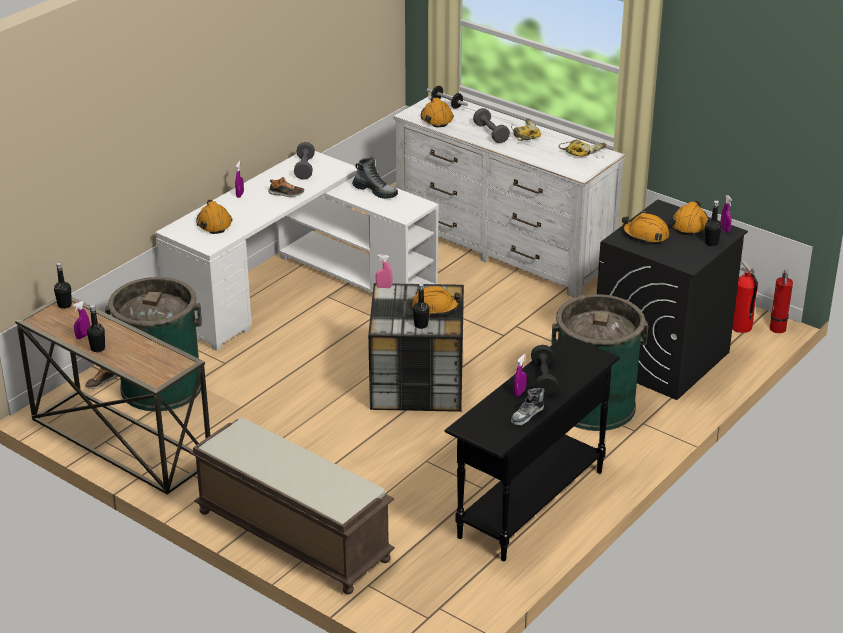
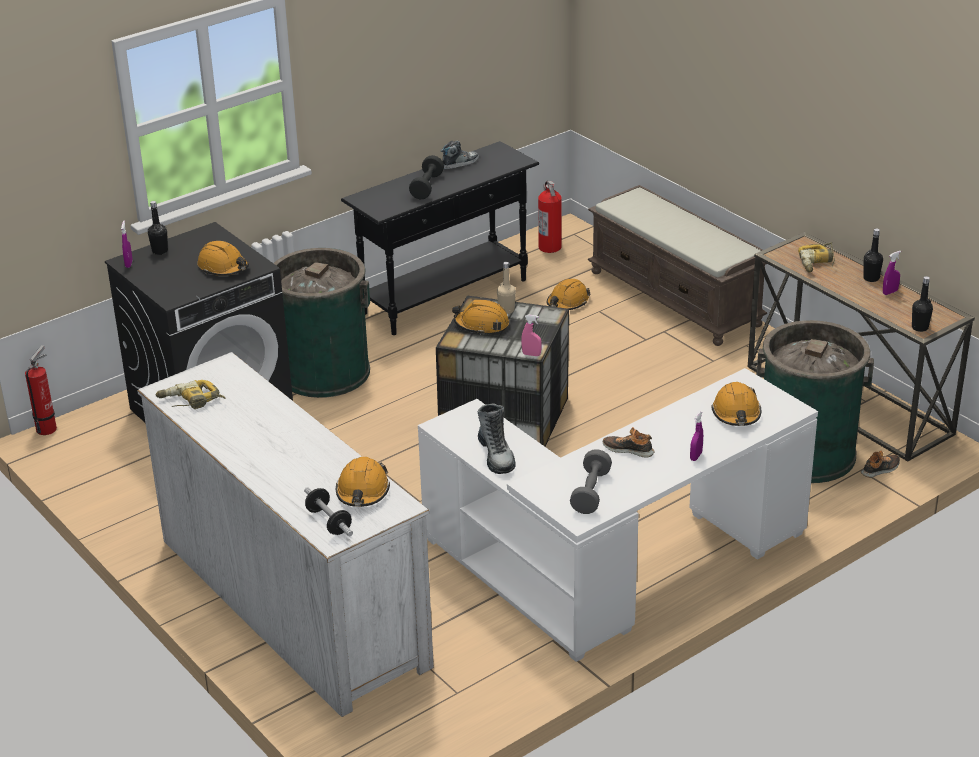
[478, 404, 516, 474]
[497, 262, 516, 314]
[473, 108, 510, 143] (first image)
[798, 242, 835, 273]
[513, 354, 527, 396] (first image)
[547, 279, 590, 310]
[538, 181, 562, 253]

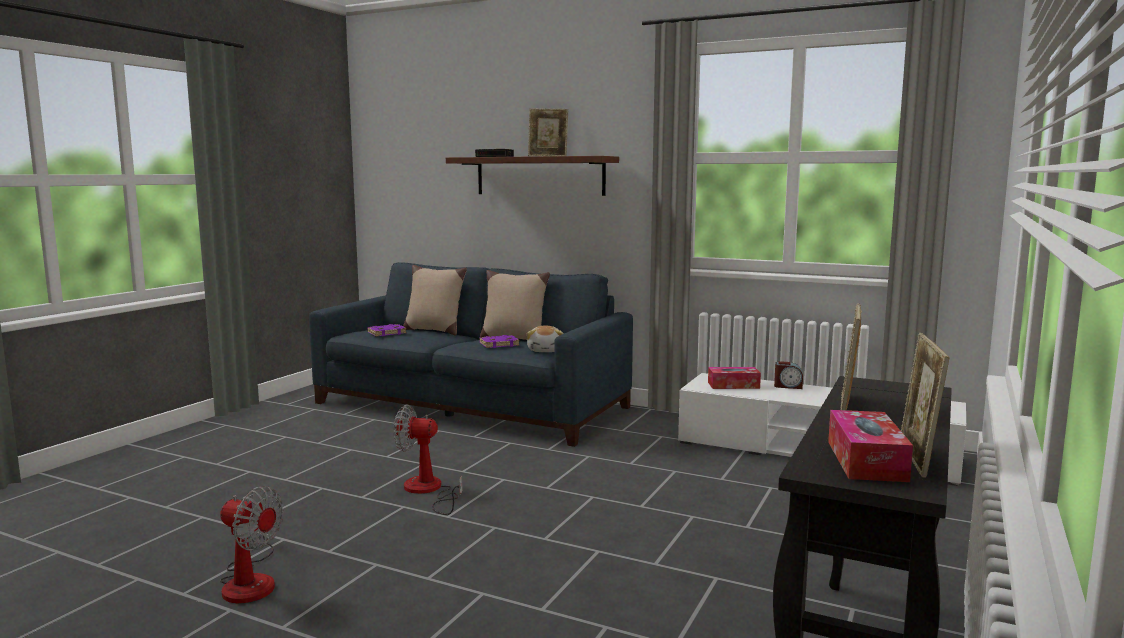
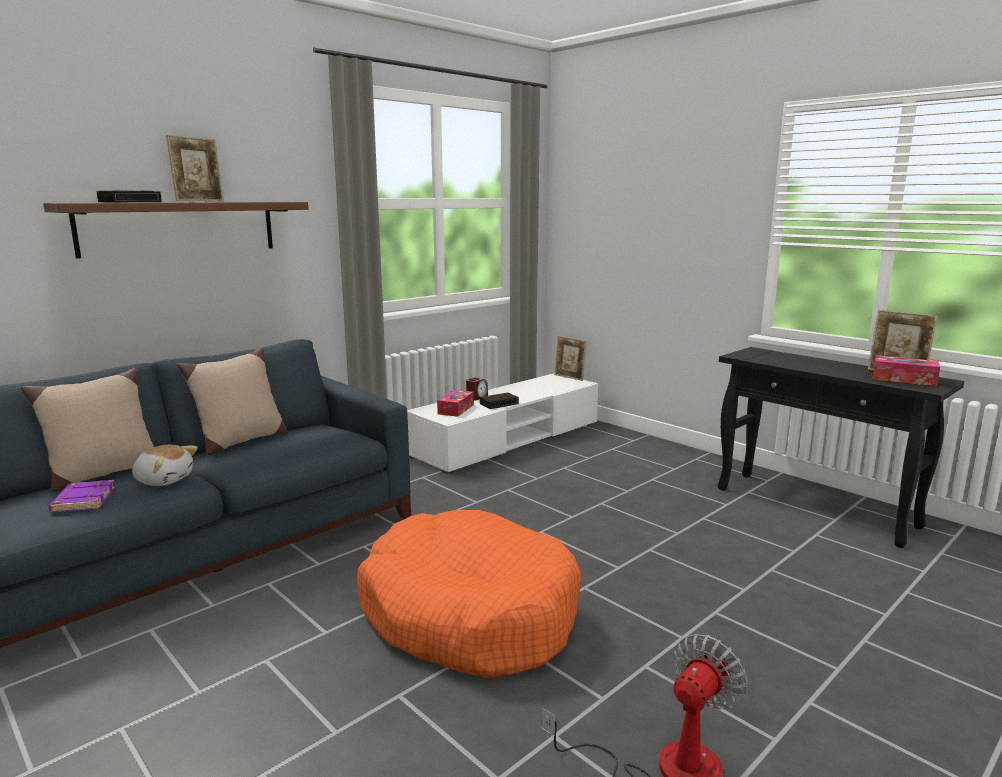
[357, 510, 581, 679]
[479, 335, 520, 348] (first image)
[132, 445, 198, 486]
[554, 336, 587, 381]
[480, 393, 519, 409]

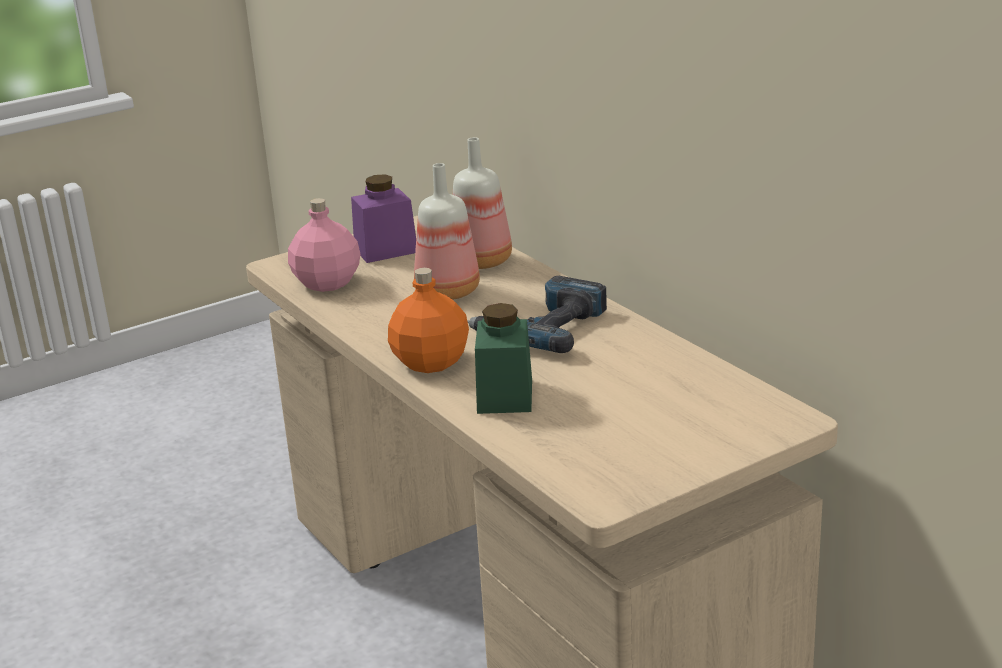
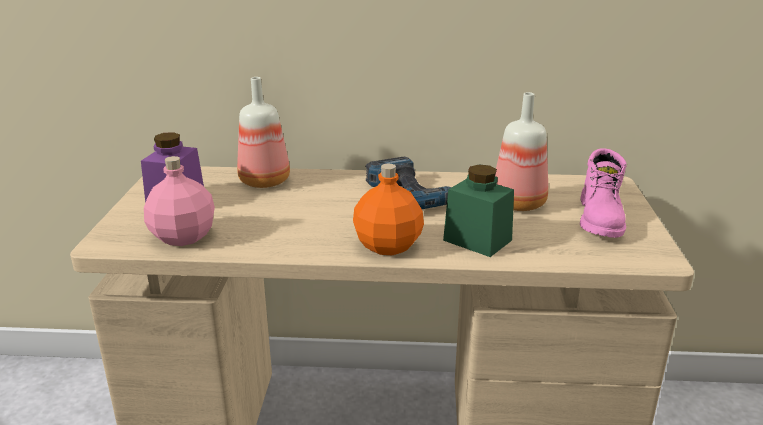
[495, 92, 548, 211]
[580, 148, 627, 238]

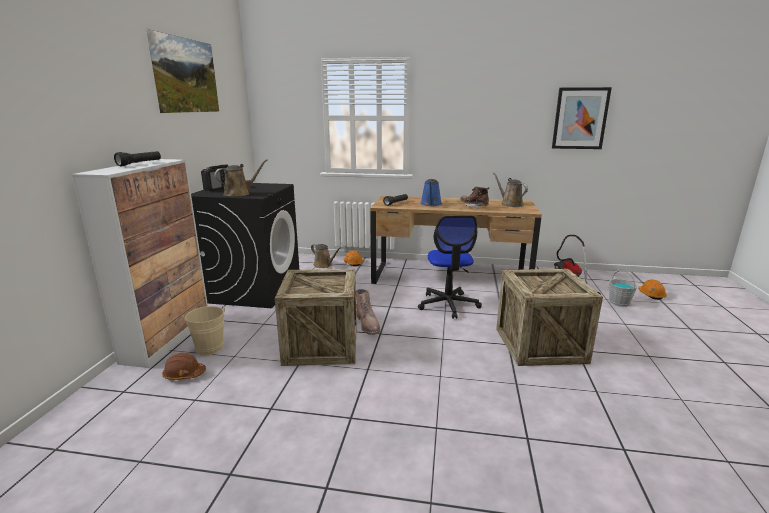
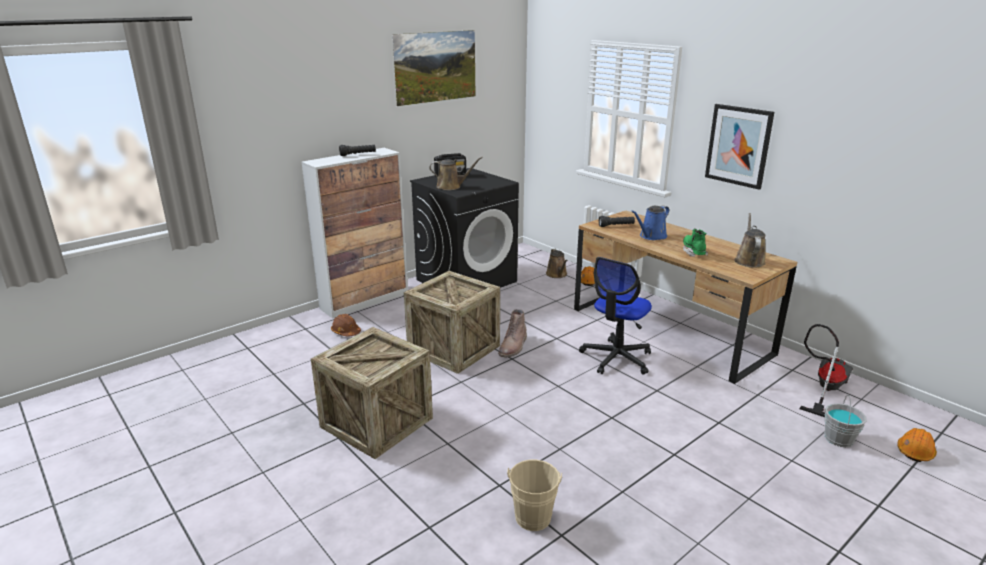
[507, 460, 562, 531]
[683, 228, 708, 257]
[311, 327, 433, 459]
[705, 104, 774, 190]

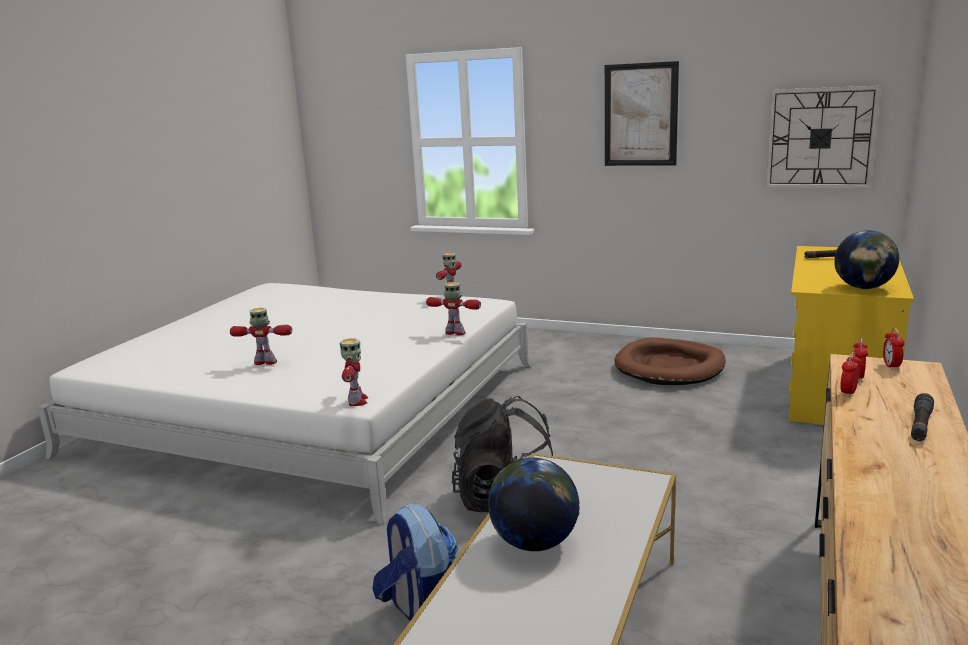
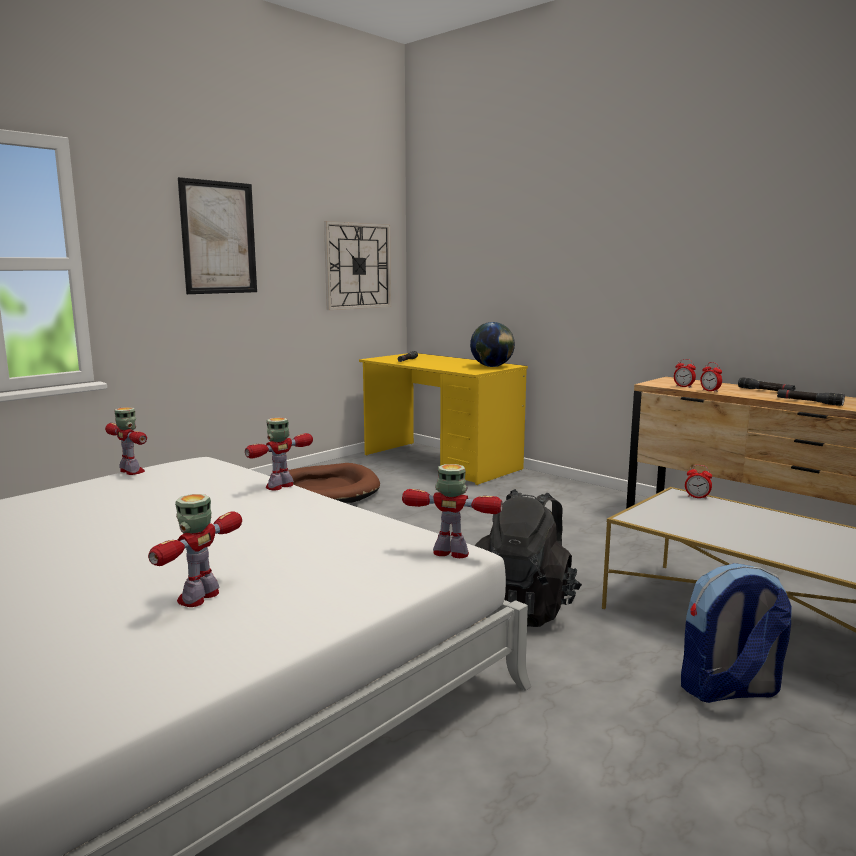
[488, 458, 580, 551] (first image)
[685, 465, 712, 500]
[777, 389, 845, 406]

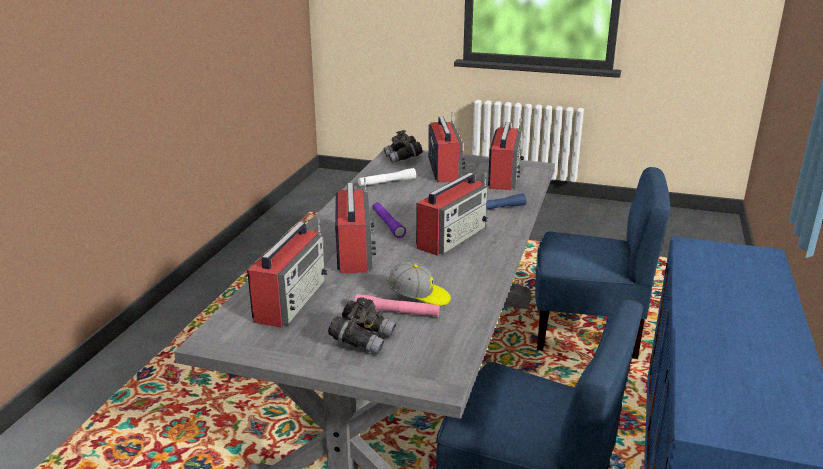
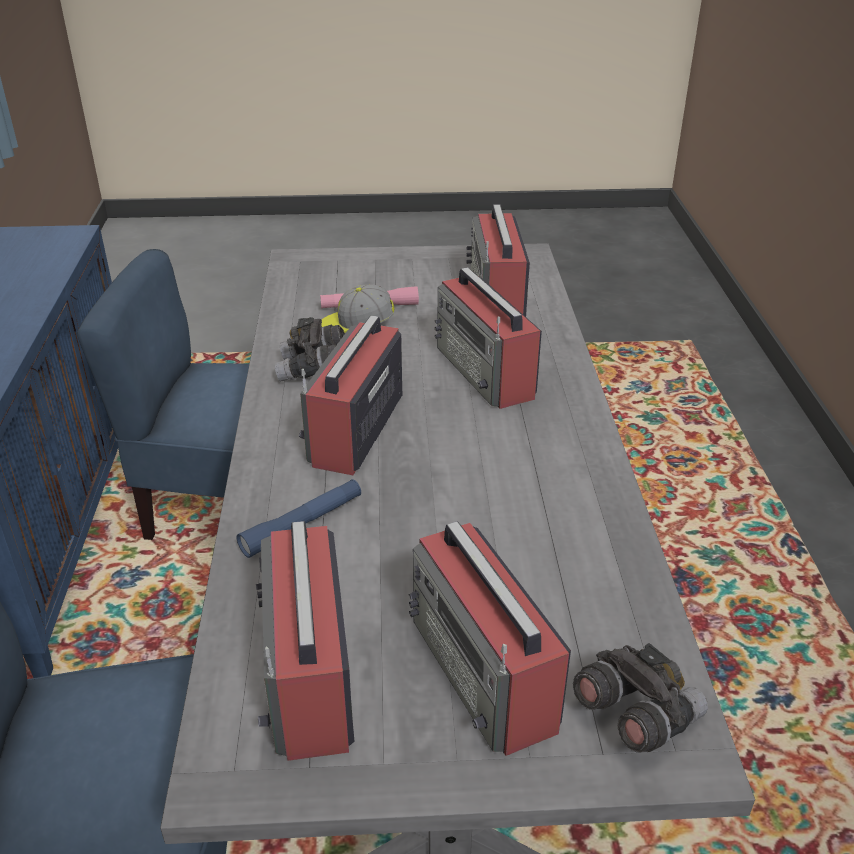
[275, 317, 345, 381]
[358, 168, 416, 186] (first image)
[372, 202, 406, 238] (first image)

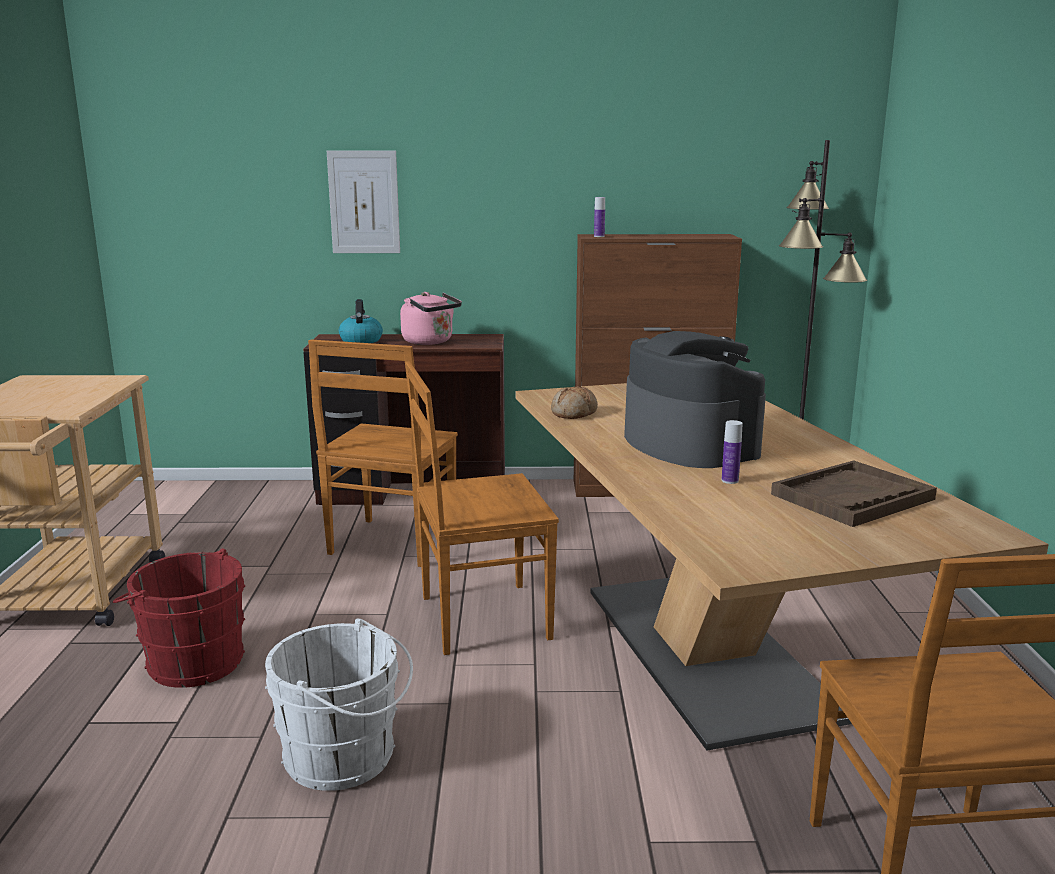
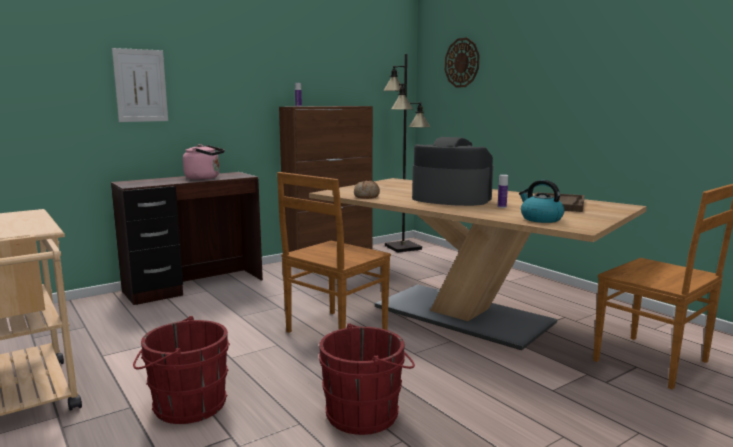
[319, 323, 415, 435]
[308, 339, 458, 567] (first image)
[519, 180, 564, 223]
[445, 38, 480, 87]

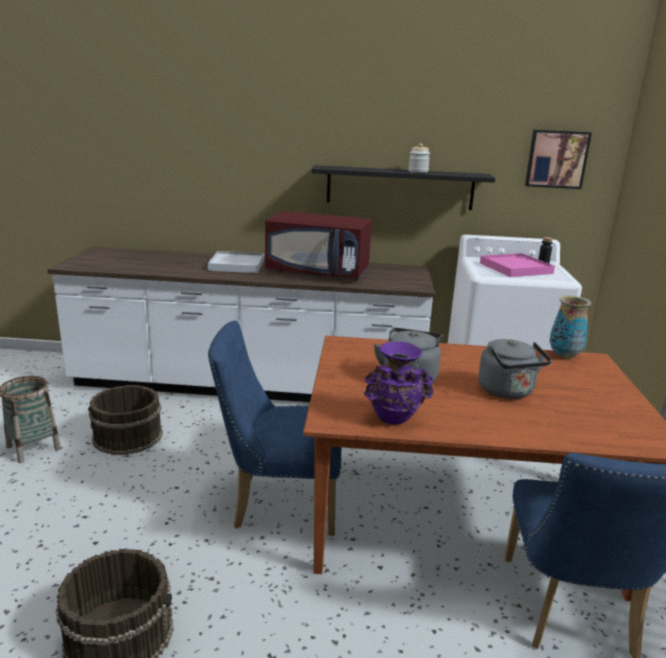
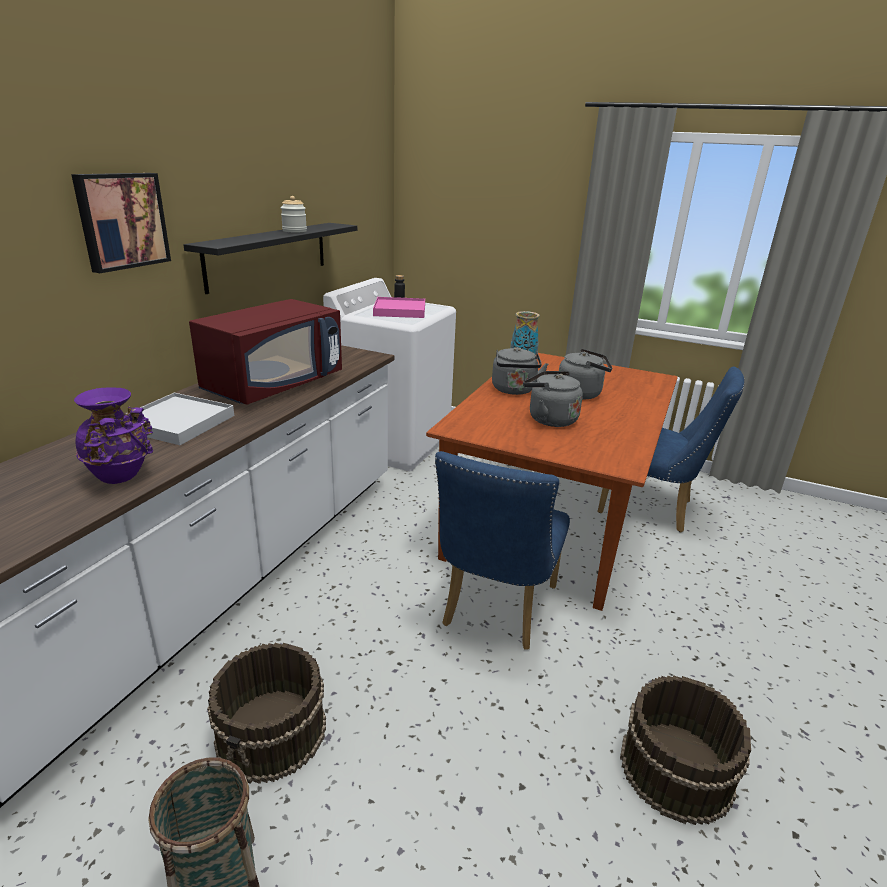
[74, 387, 153, 484]
[71, 173, 171, 273]
[492, 347, 548, 395]

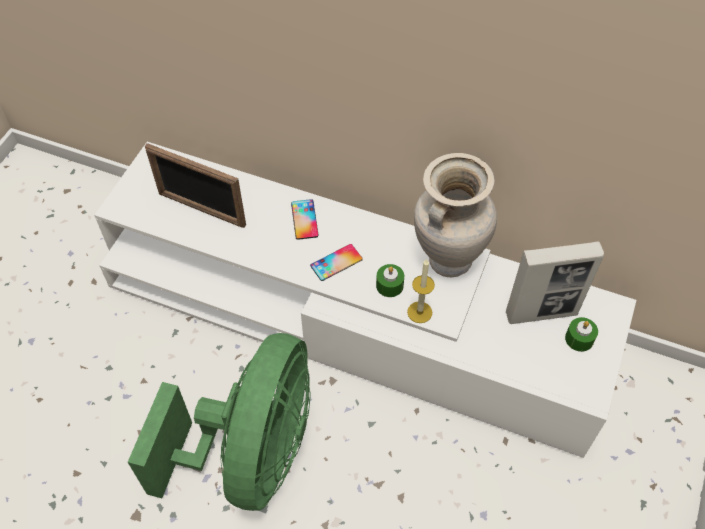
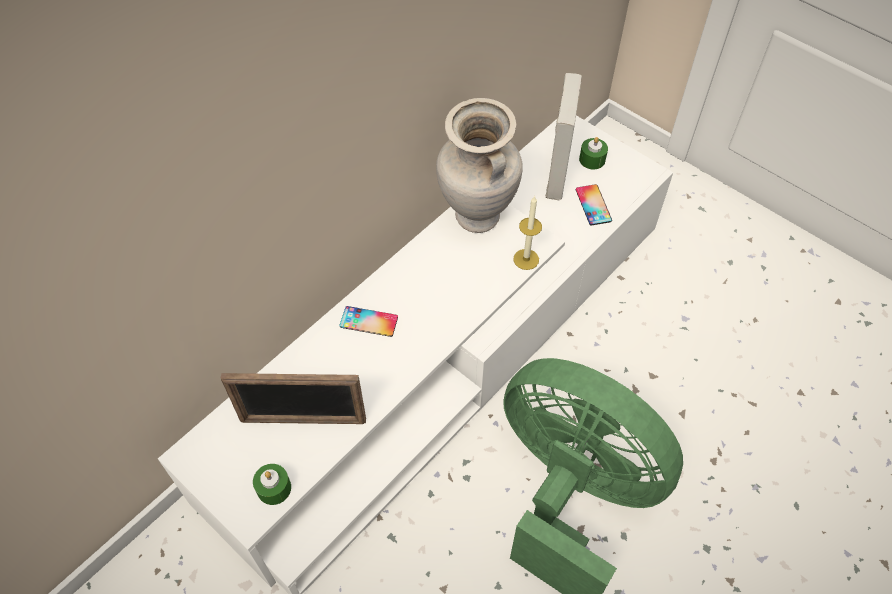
[221, 373, 366, 424]
[576, 184, 612, 226]
[253, 464, 291, 505]

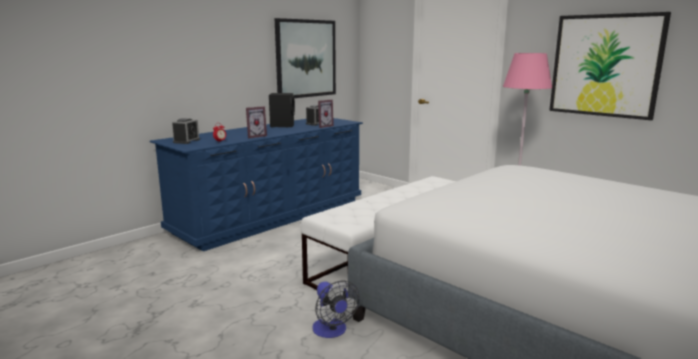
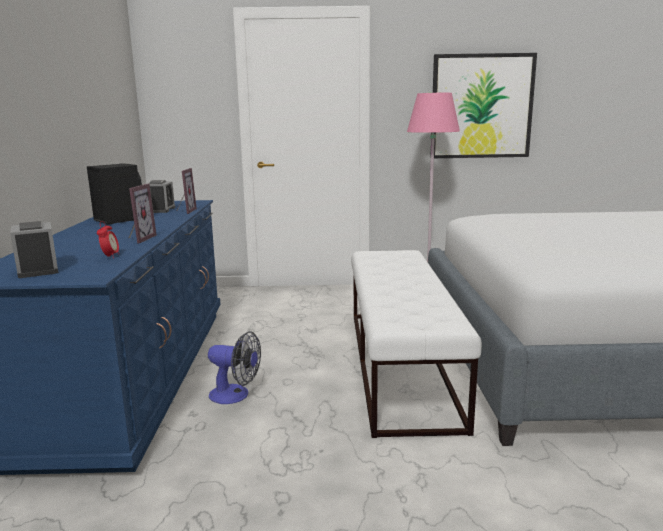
[275, 18, 336, 98] (first image)
[208, 331, 261, 404]

